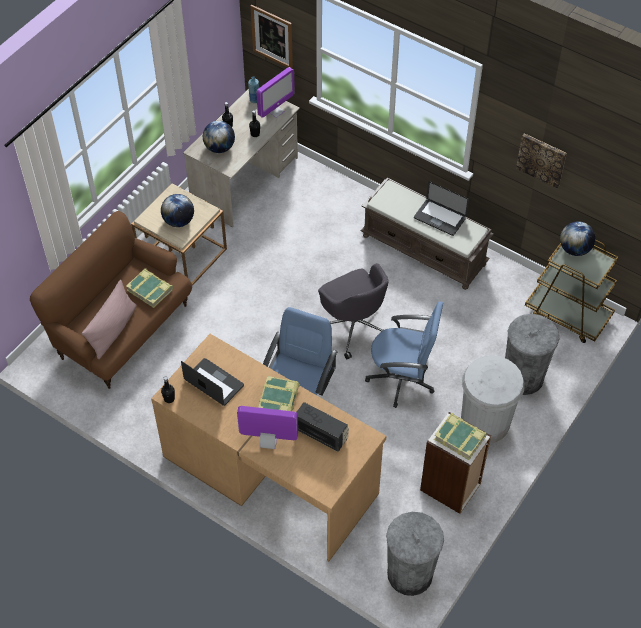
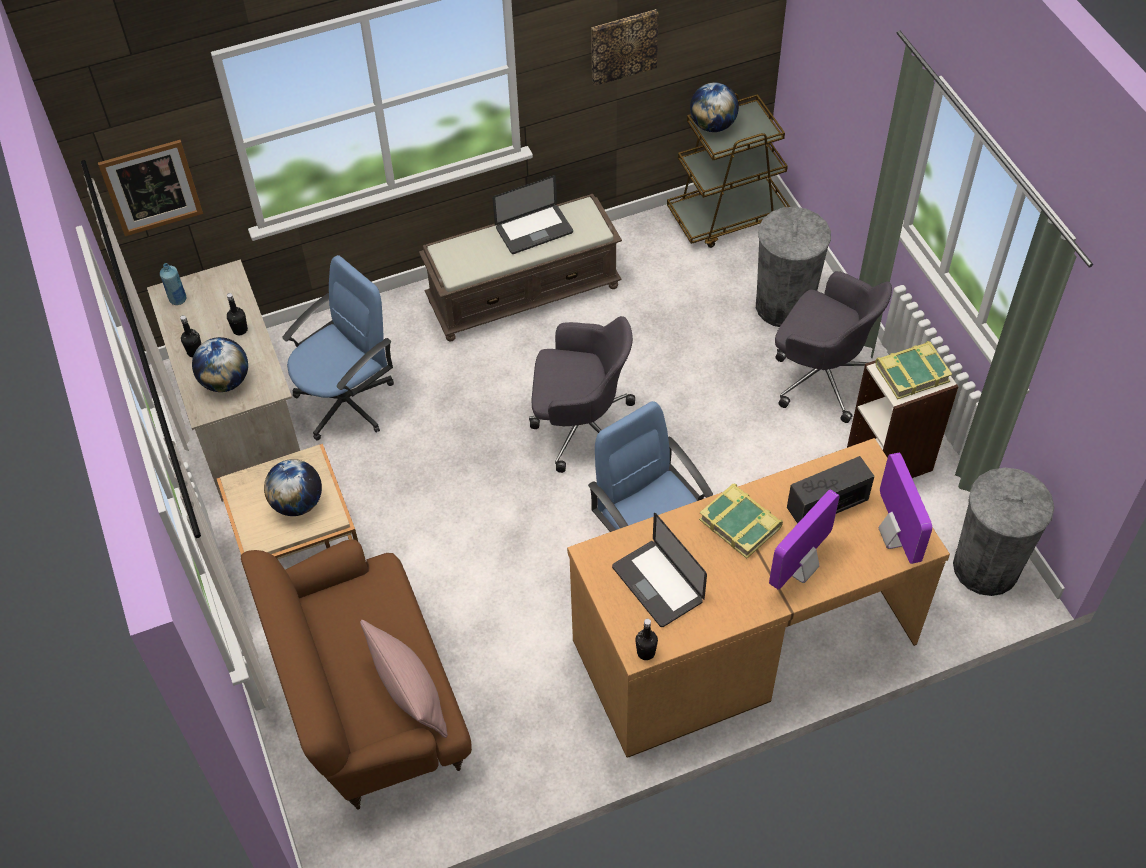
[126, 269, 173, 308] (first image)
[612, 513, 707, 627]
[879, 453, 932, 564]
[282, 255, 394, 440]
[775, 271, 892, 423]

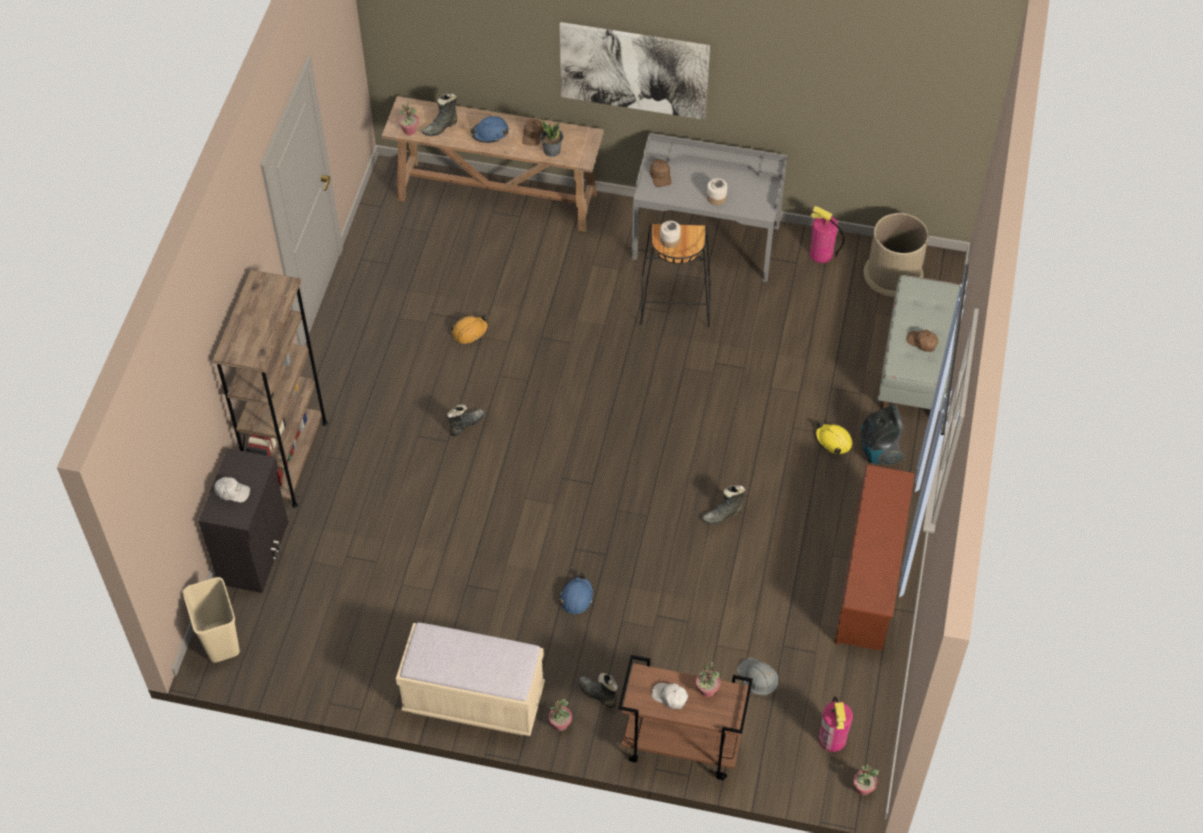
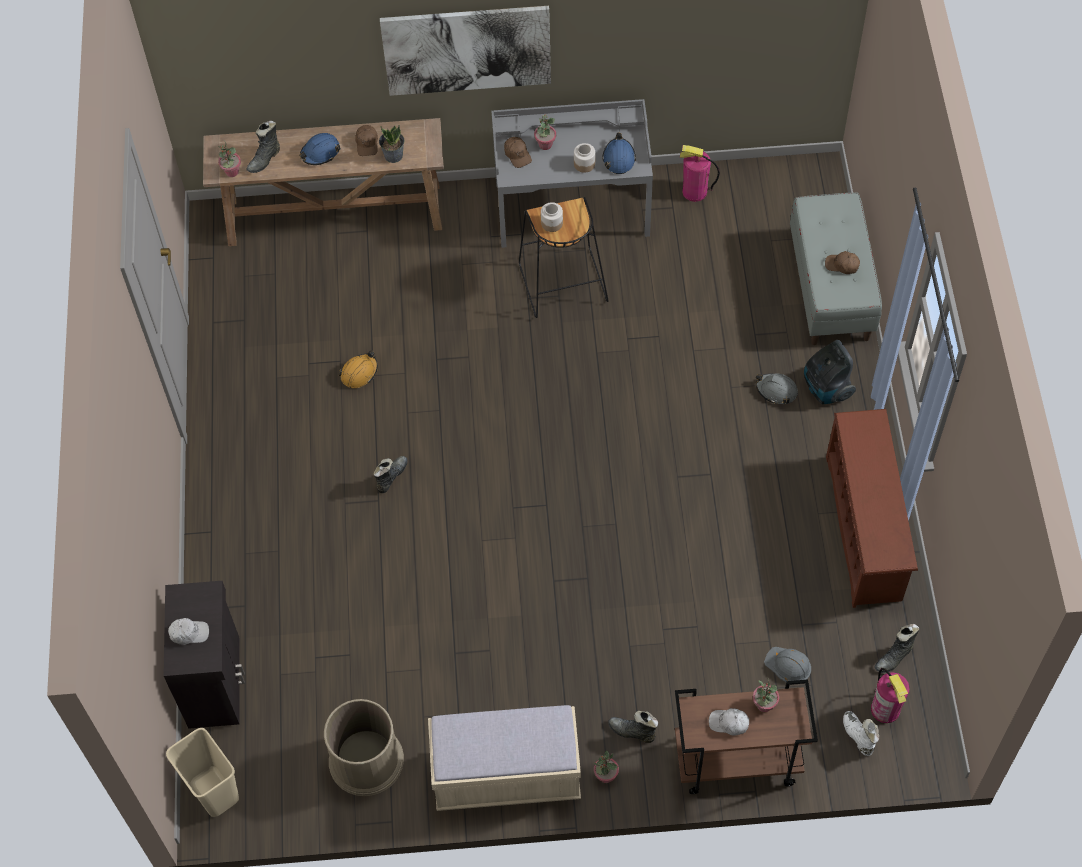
[213, 270, 328, 508] (first image)
[602, 132, 636, 174]
[875, 624, 919, 673]
[756, 374, 798, 404]
[534, 115, 556, 150]
[324, 699, 404, 796]
[843, 711, 879, 756]

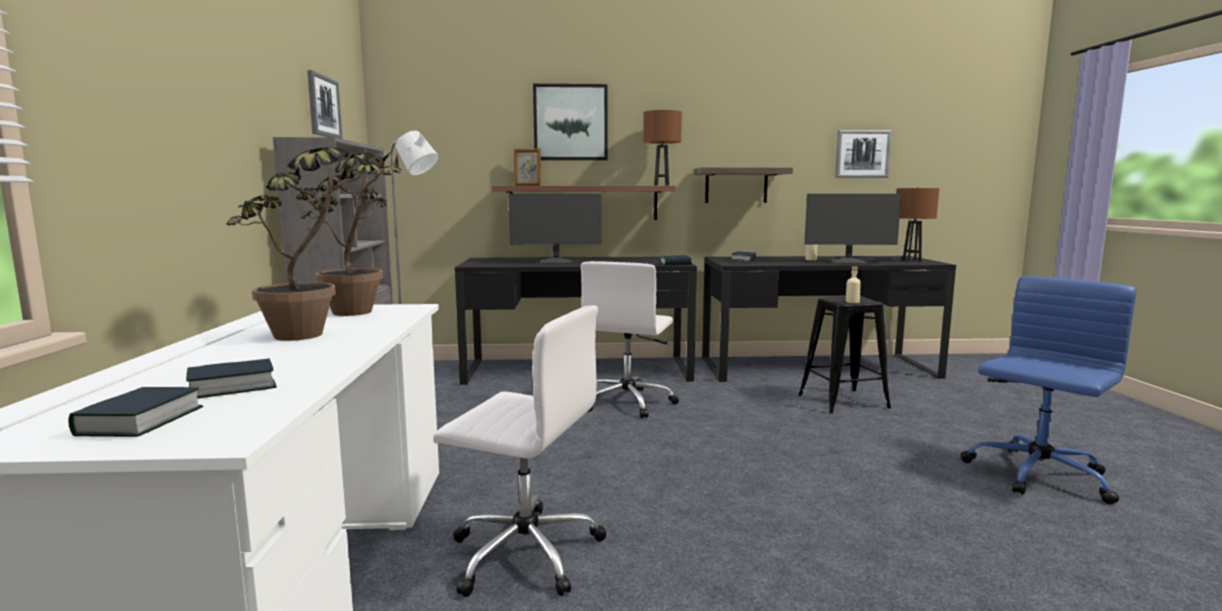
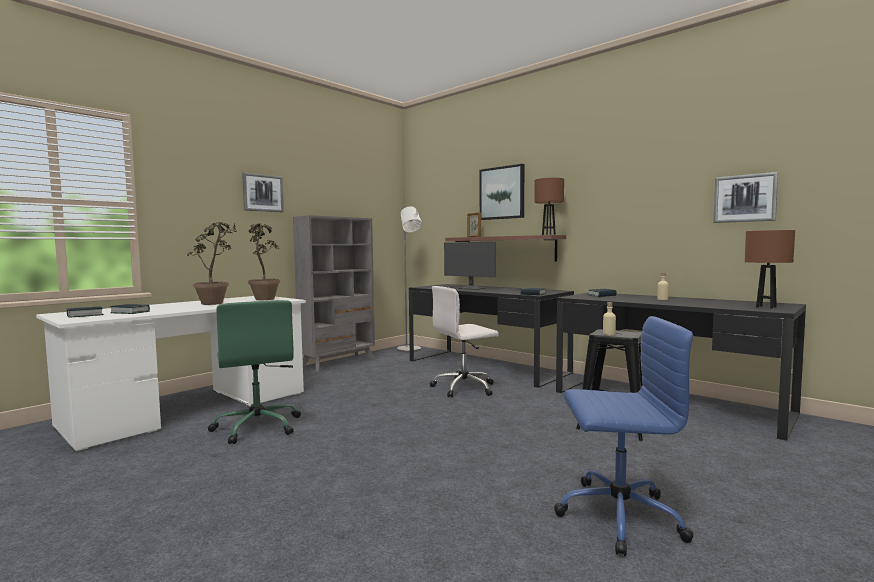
[242, 172, 284, 212]
[208, 300, 301, 444]
[693, 167, 793, 203] (first image)
[804, 194, 901, 264] (first image)

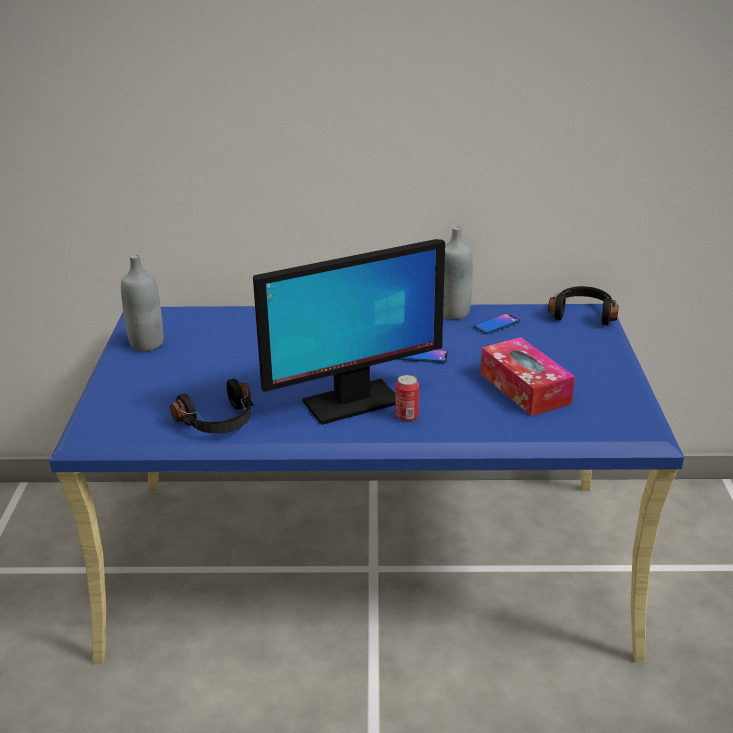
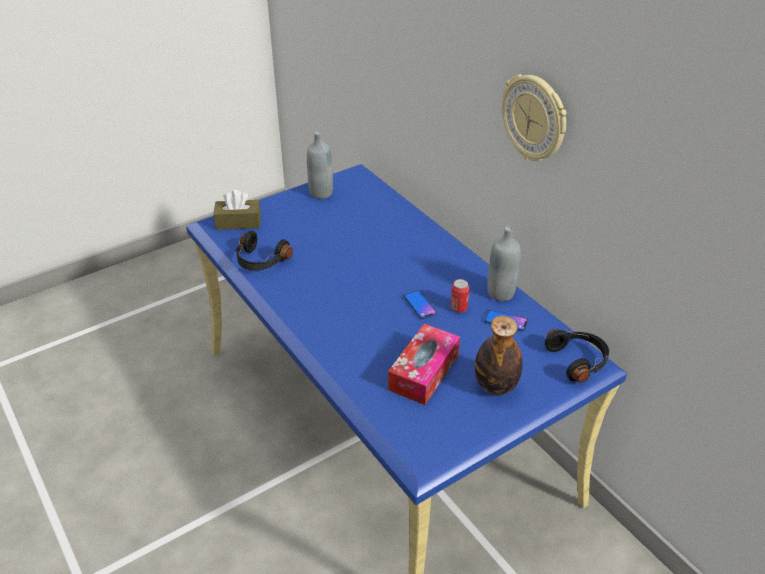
[253, 239, 445, 425] (first image)
[450, 279, 470, 313]
[213, 190, 261, 230]
[475, 316, 523, 395]
[502, 74, 566, 161]

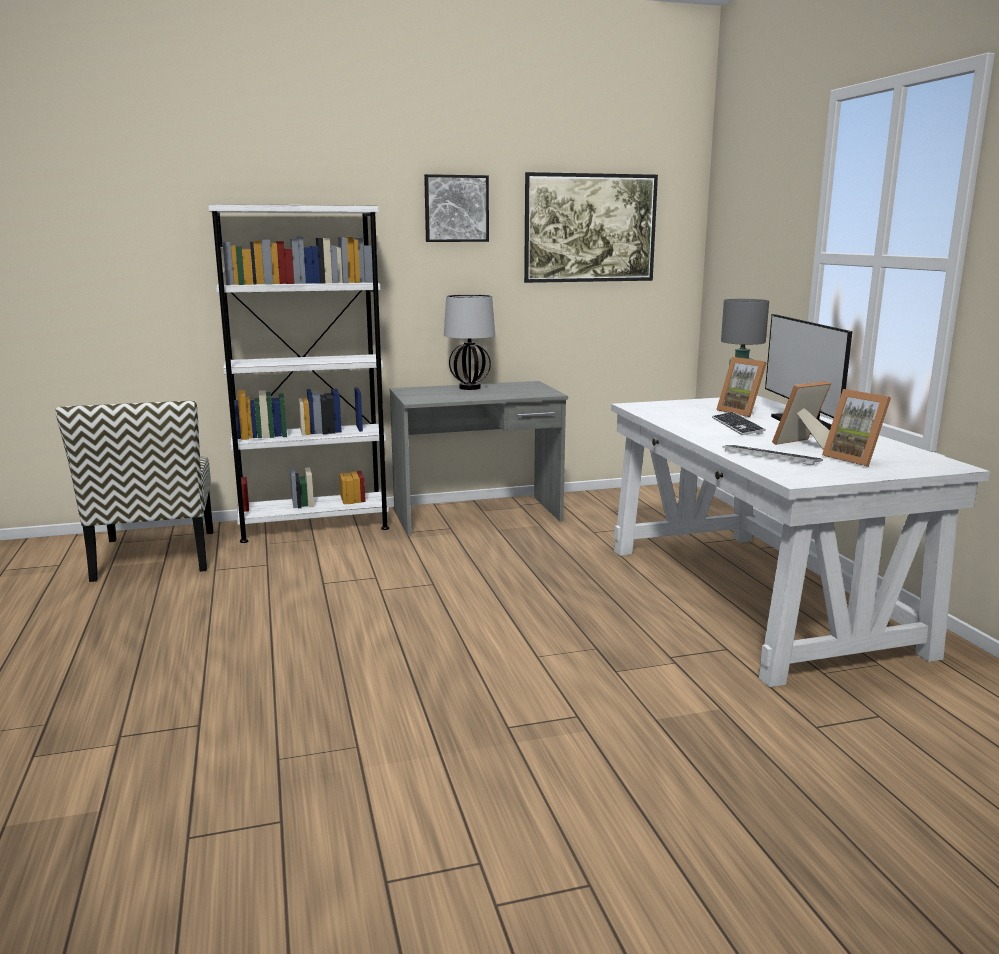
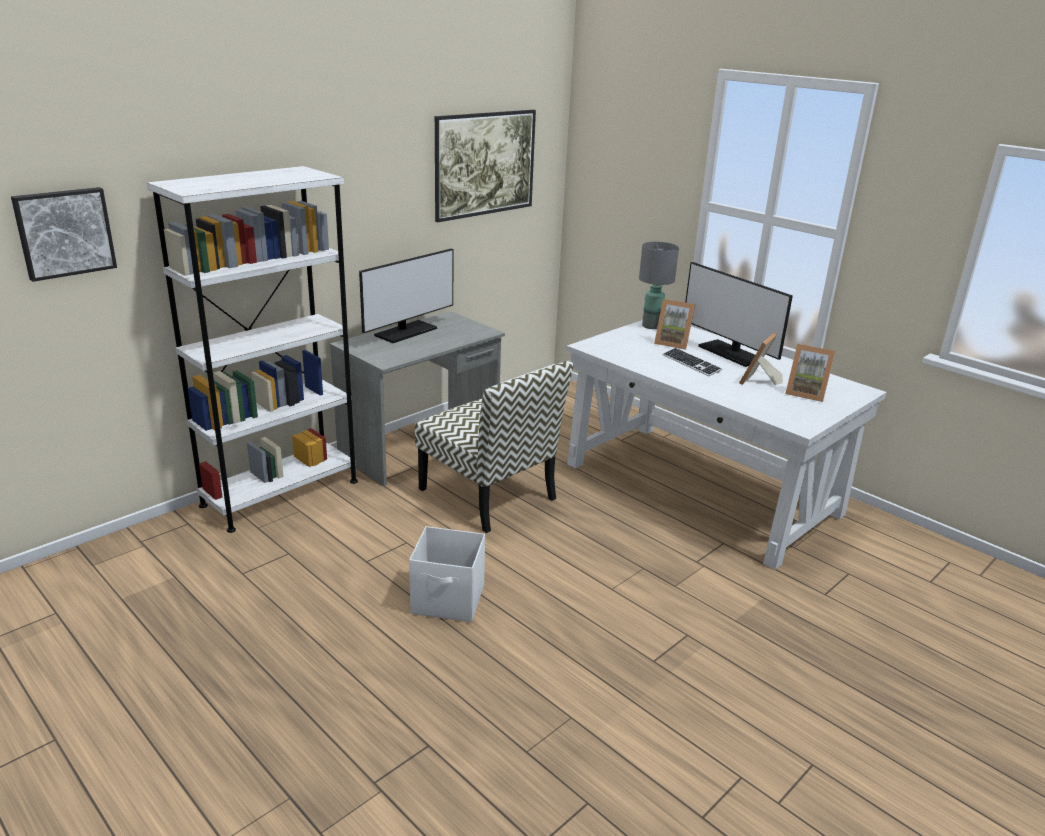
[415, 361, 573, 533]
[11, 187, 117, 282]
[359, 248, 453, 343]
[722, 445, 823, 465] (first image)
[409, 526, 485, 622]

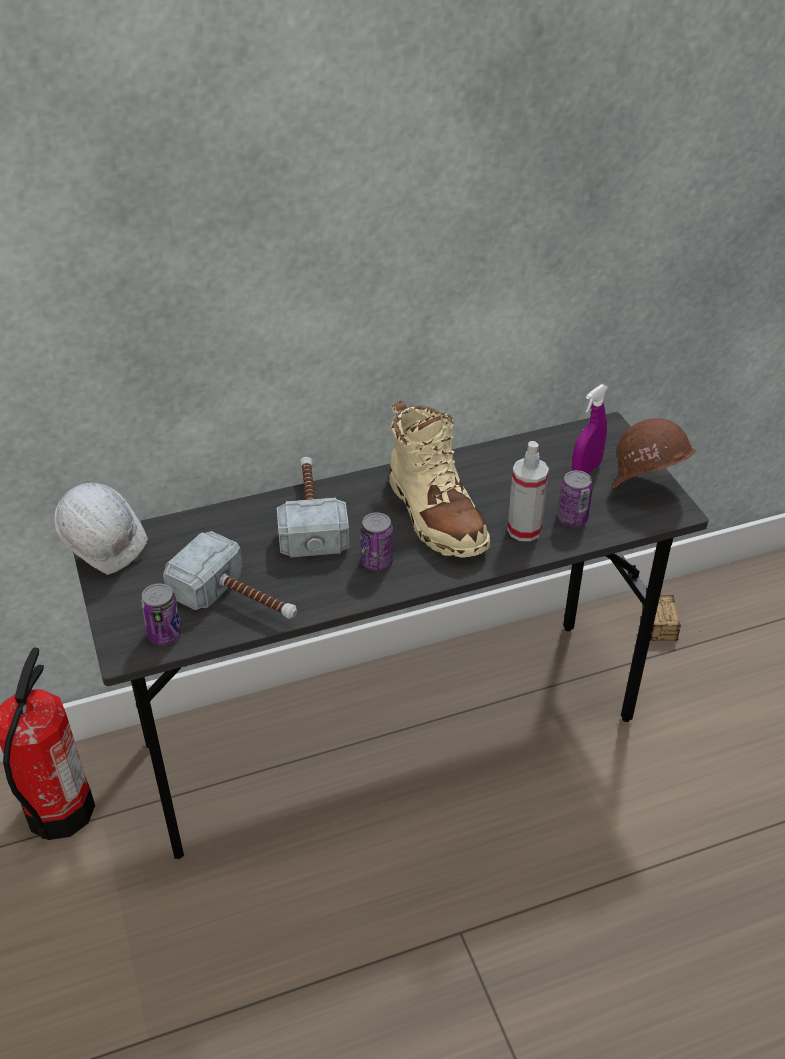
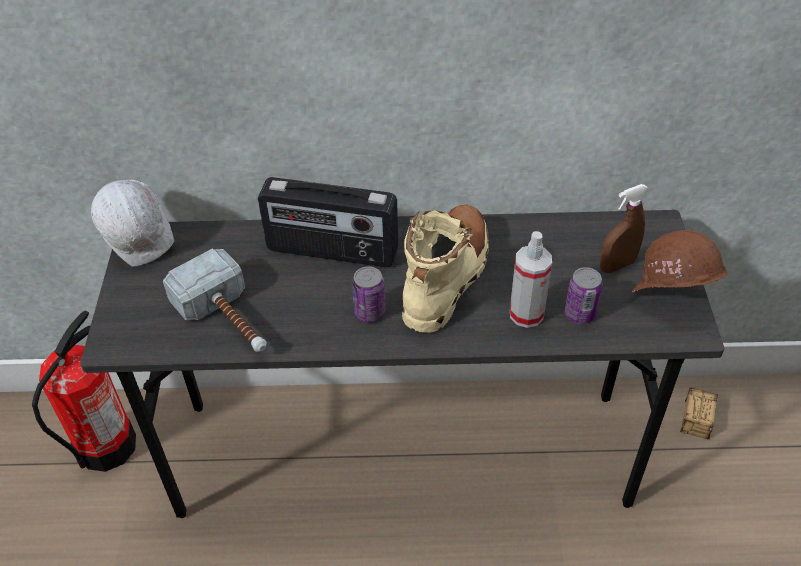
[141, 583, 182, 645] (first image)
[258, 177, 398, 267]
[402, 205, 489, 333]
[600, 184, 649, 273]

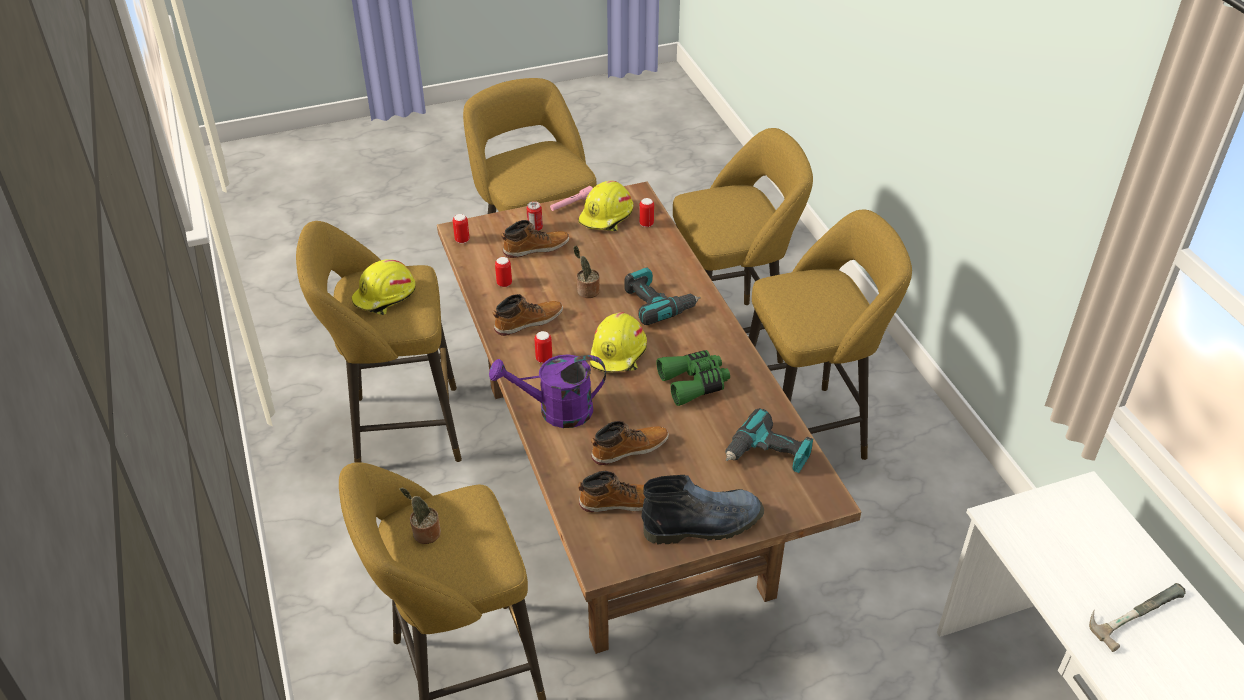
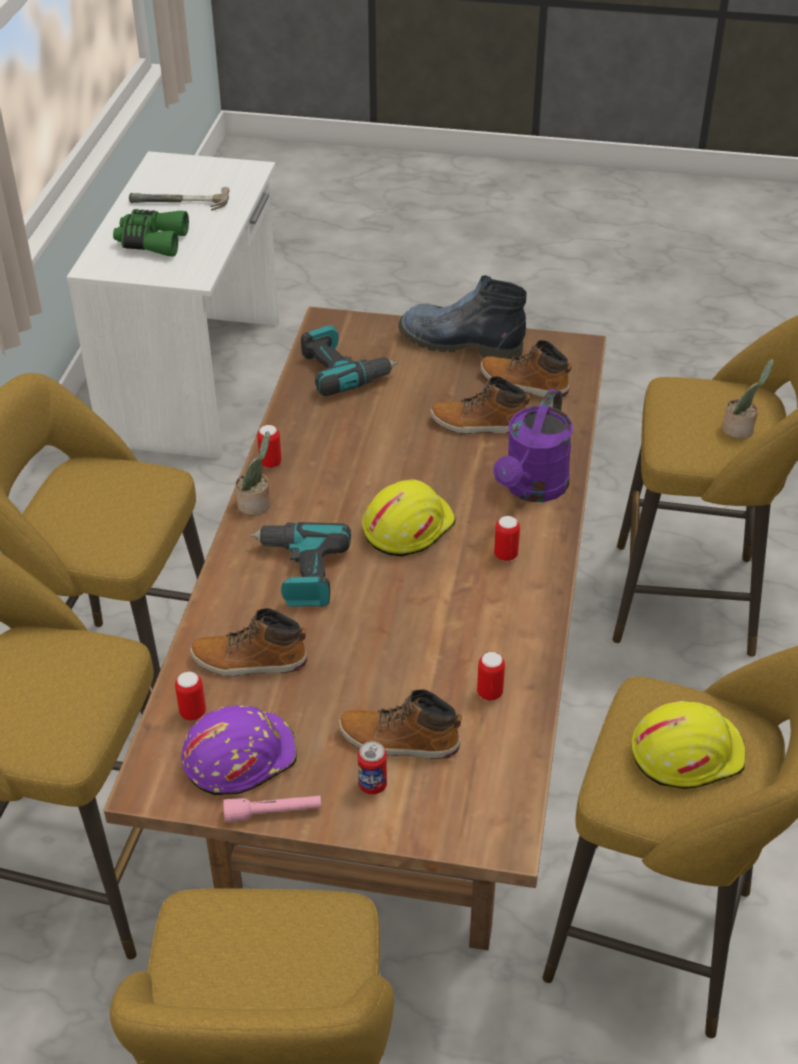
[257, 425, 281, 468]
[494, 389, 573, 502]
[190, 608, 307, 676]
[235, 431, 270, 516]
[181, 705, 297, 796]
[113, 209, 189, 257]

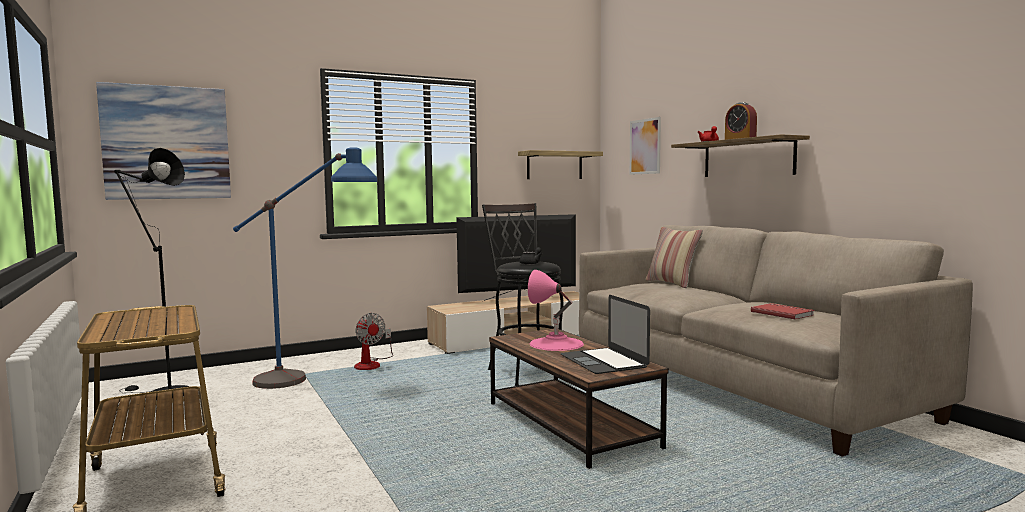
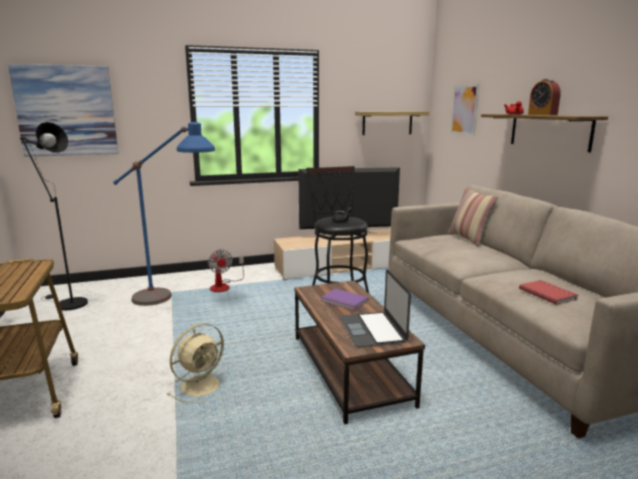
[320, 289, 369, 311]
[167, 323, 224, 403]

